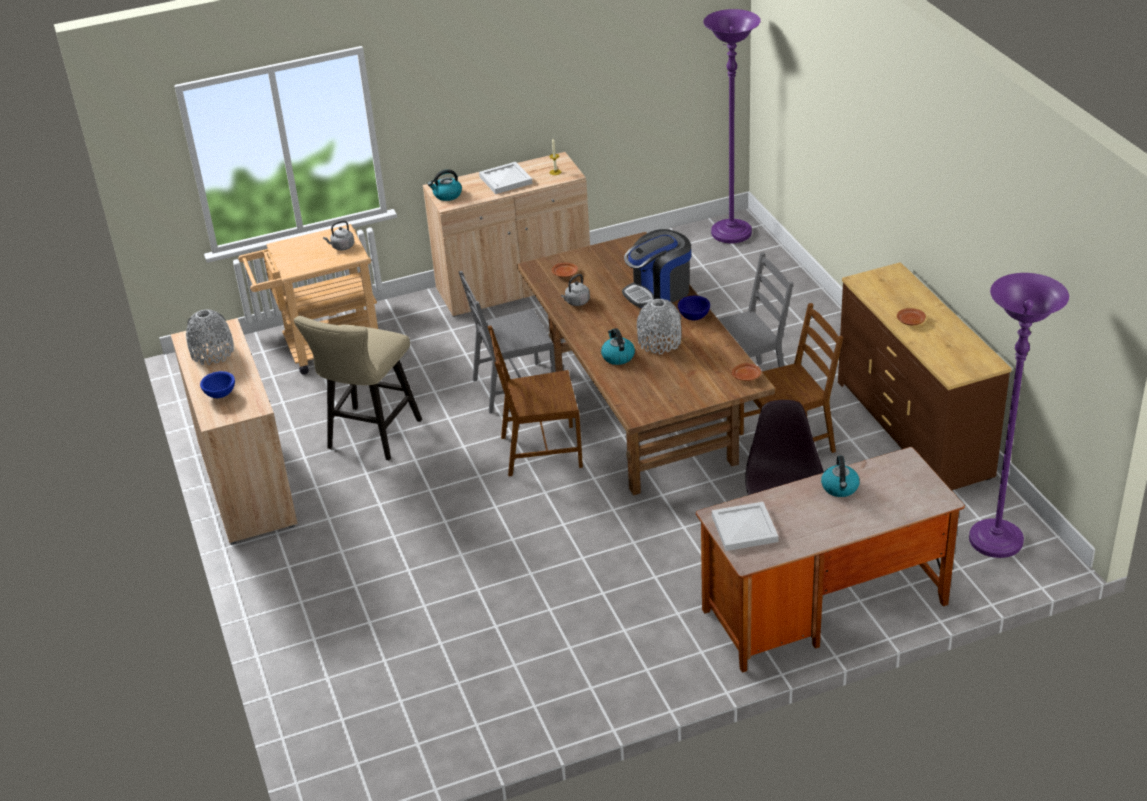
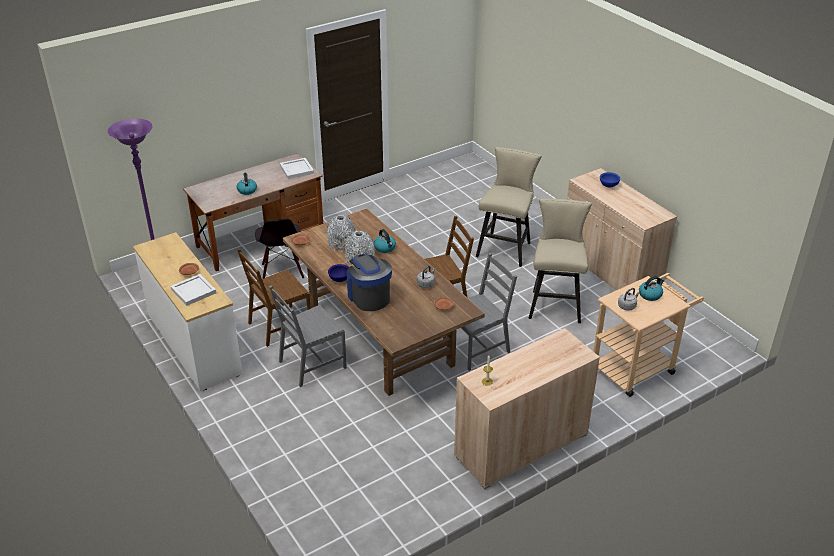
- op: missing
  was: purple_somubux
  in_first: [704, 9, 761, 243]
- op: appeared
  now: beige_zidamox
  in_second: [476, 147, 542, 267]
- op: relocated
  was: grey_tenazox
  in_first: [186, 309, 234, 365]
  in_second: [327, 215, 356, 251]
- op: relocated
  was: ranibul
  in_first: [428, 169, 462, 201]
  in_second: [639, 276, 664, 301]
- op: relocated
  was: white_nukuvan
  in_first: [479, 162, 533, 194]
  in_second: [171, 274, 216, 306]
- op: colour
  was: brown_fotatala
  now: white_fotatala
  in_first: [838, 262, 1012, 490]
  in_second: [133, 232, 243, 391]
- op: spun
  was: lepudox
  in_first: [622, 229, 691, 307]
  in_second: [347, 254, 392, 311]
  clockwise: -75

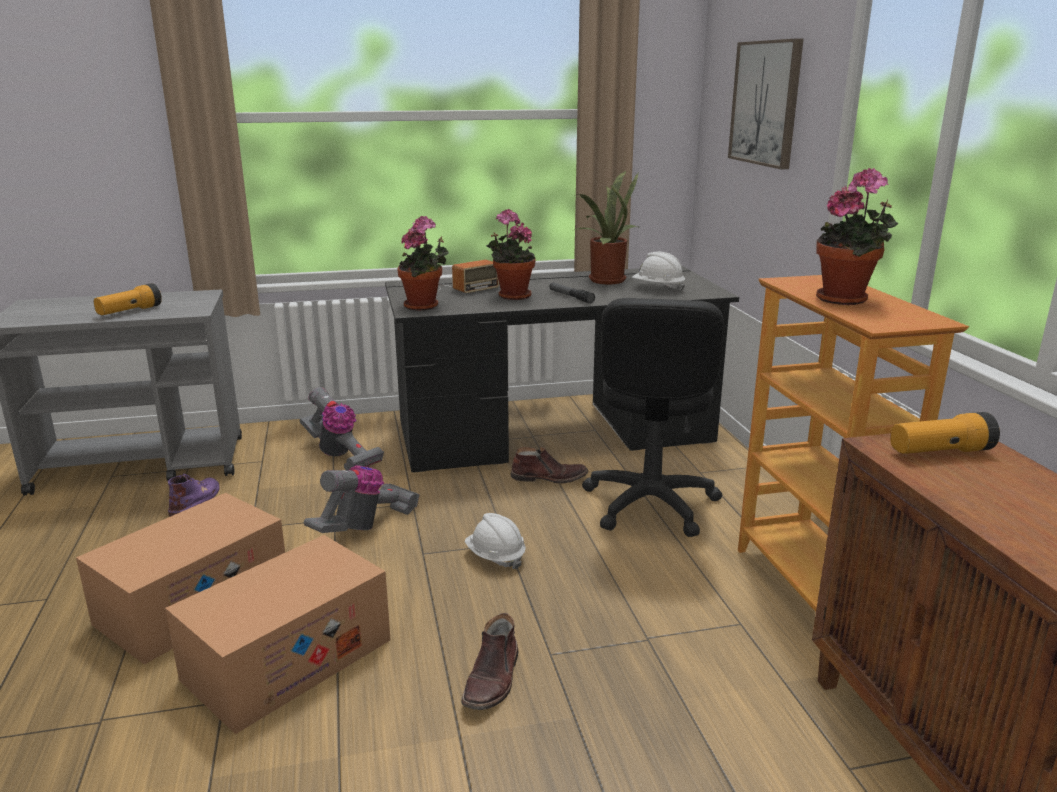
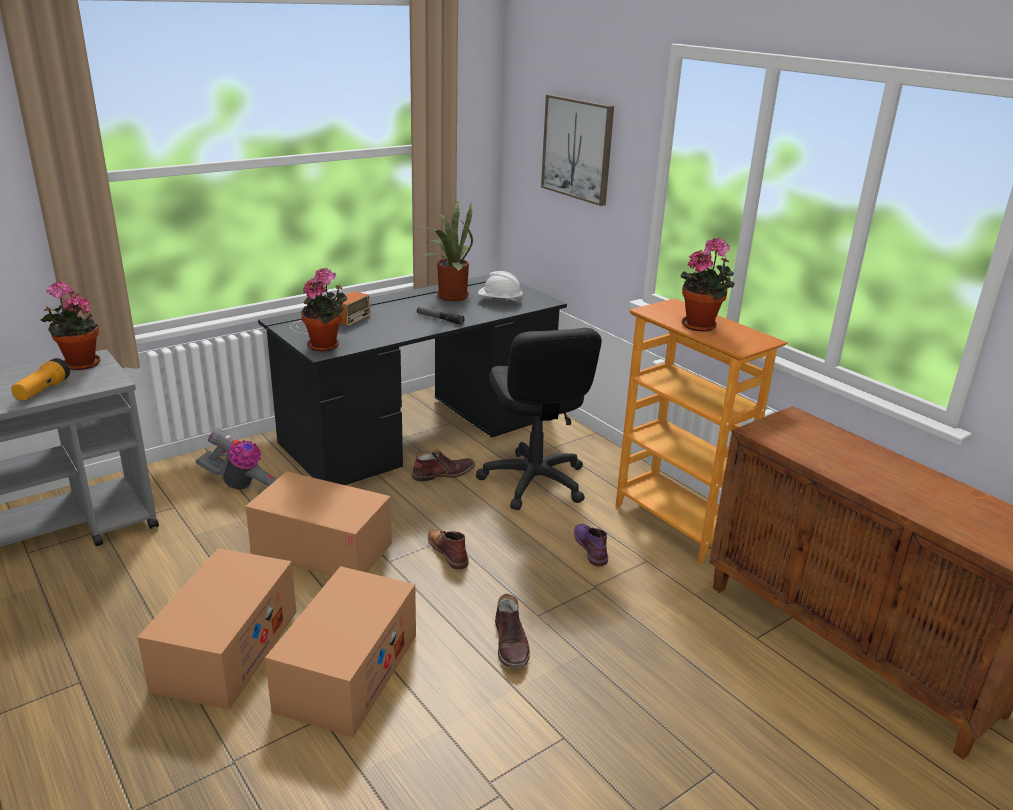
- op: missing
  was: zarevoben
  in_first: [890, 412, 1000, 454]
- op: relocated
  was: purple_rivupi
  in_first: [168, 474, 220, 517]
  in_second: [574, 524, 608, 566]
- op: relocated
  was: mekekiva
  in_first: [486, 209, 536, 300]
  in_second: [40, 281, 100, 370]
- op: exchanged
  was: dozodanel
  now: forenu
  in_first: [304, 466, 419, 533]
  in_second: [245, 471, 392, 577]
- op: exchanged
  was: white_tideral
  now: brown_rivupi
  in_first: [465, 513, 526, 569]
  in_second: [428, 529, 469, 570]

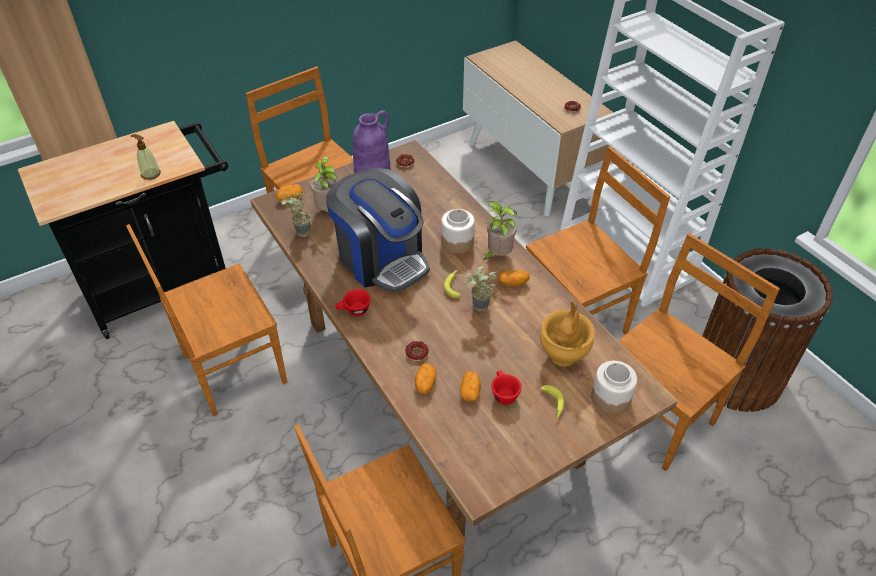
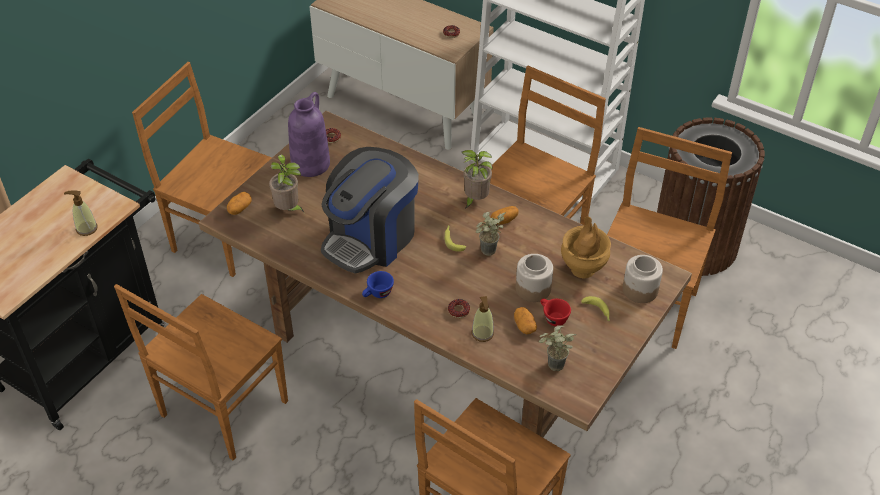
- op: relocated
  was: mekekiva
  in_first: [280, 194, 310, 237]
  in_second: [539, 325, 577, 371]
- op: relocated
  was: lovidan
  in_first: [441, 209, 475, 254]
  in_second: [516, 254, 553, 302]
- op: exchanged
  was: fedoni
  now: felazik
  in_first: [415, 363, 437, 394]
  in_second: [472, 296, 494, 342]
- op: colour
  was: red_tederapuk
  now: blue_tederapuk
  in_first: [336, 289, 370, 316]
  in_second: [362, 271, 394, 298]
- op: spun
  was: lepudox
  in_first: [326, 168, 430, 293]
  in_second: [321, 147, 419, 274]
  clockwise: 105

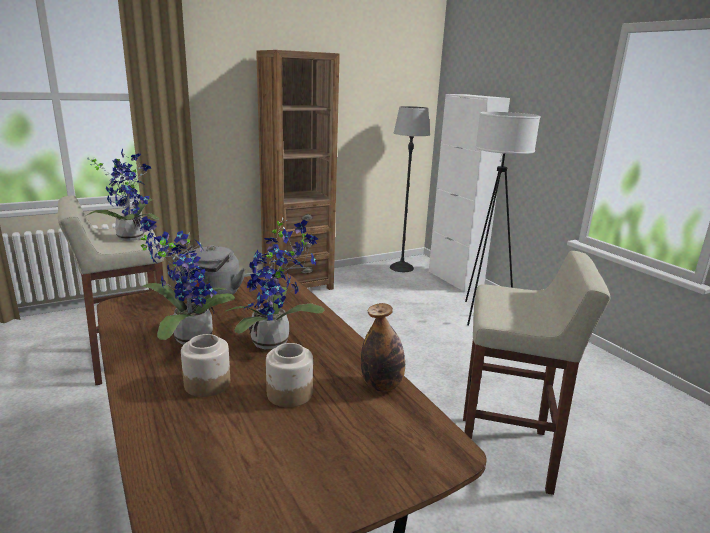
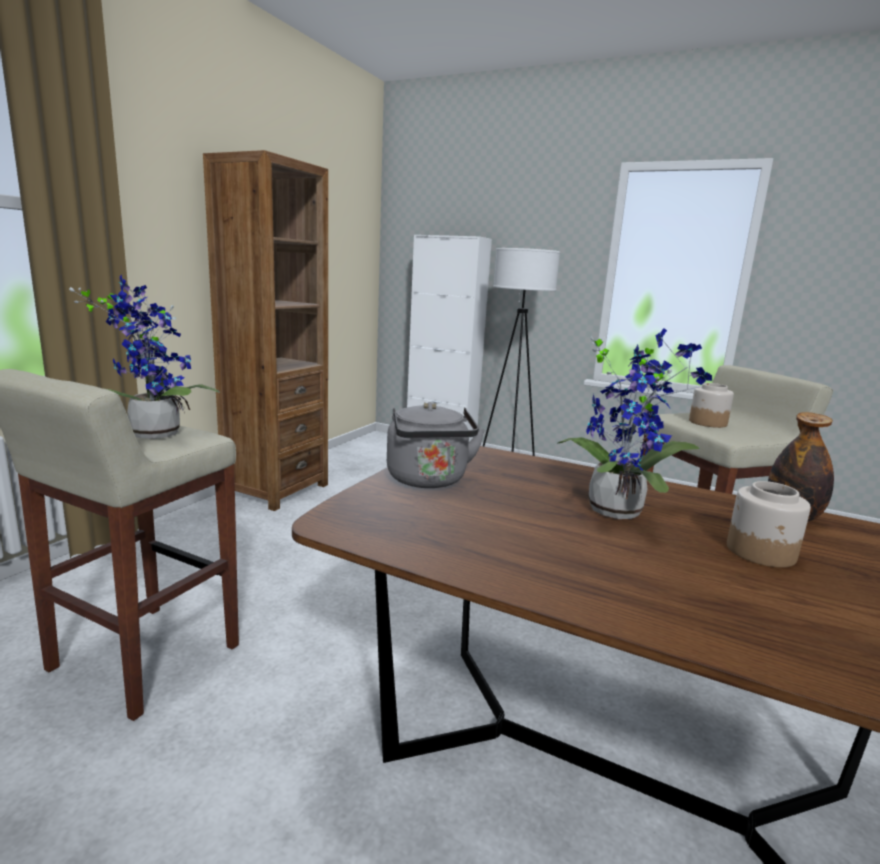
- op: missing
  was: mekekiva
  in_first: [140, 216, 235, 345]
- op: missing
  was: somubux
  in_first: [390, 106, 430, 272]
- op: relocated
  was: lovidan
  in_first: [181, 334, 230, 397]
  in_second: [689, 383, 734, 428]

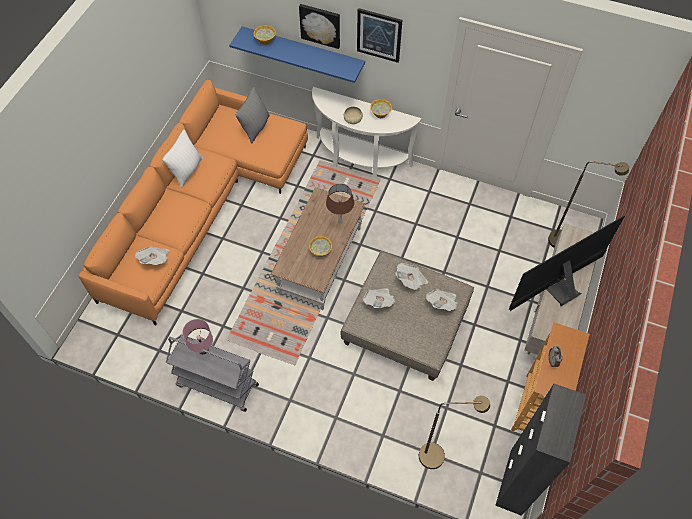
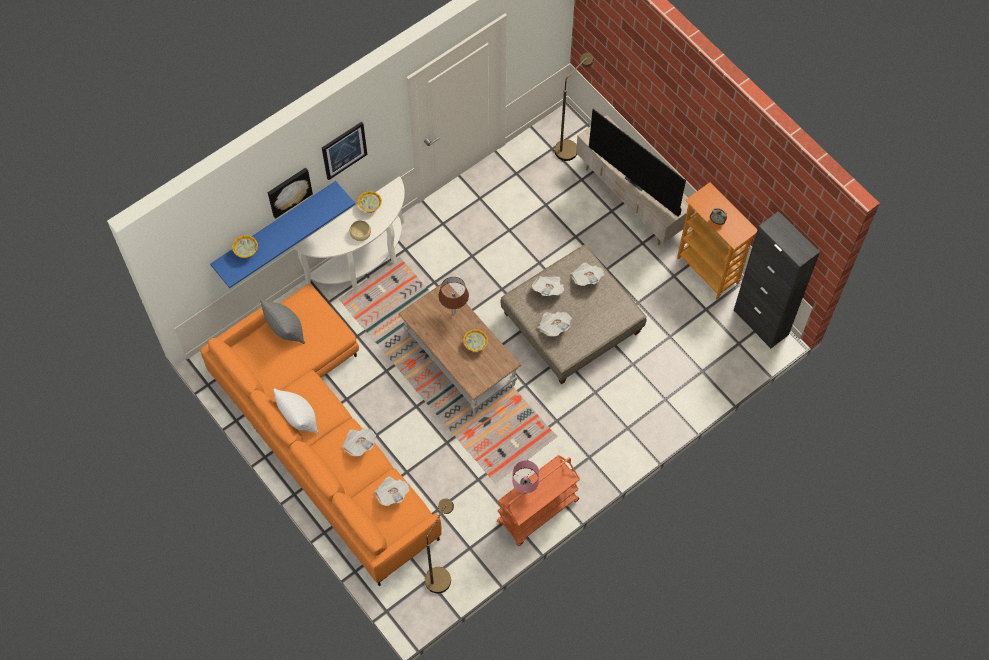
- op: appeared
  now: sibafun
  in_second: [342, 428, 376, 456]
- op: relocated
  was: brown_somubux
  in_first: [419, 395, 490, 469]
  in_second: [425, 499, 454, 593]
- op: colour
  was: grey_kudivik
  now: orange_kudivik
  in_first: [166, 335, 259, 412]
  in_second: [497, 455, 580, 546]
- op: spun
  was: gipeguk
  in_first: [509, 216, 625, 311]
  in_second: [589, 109, 686, 216]
  clockwise: -45

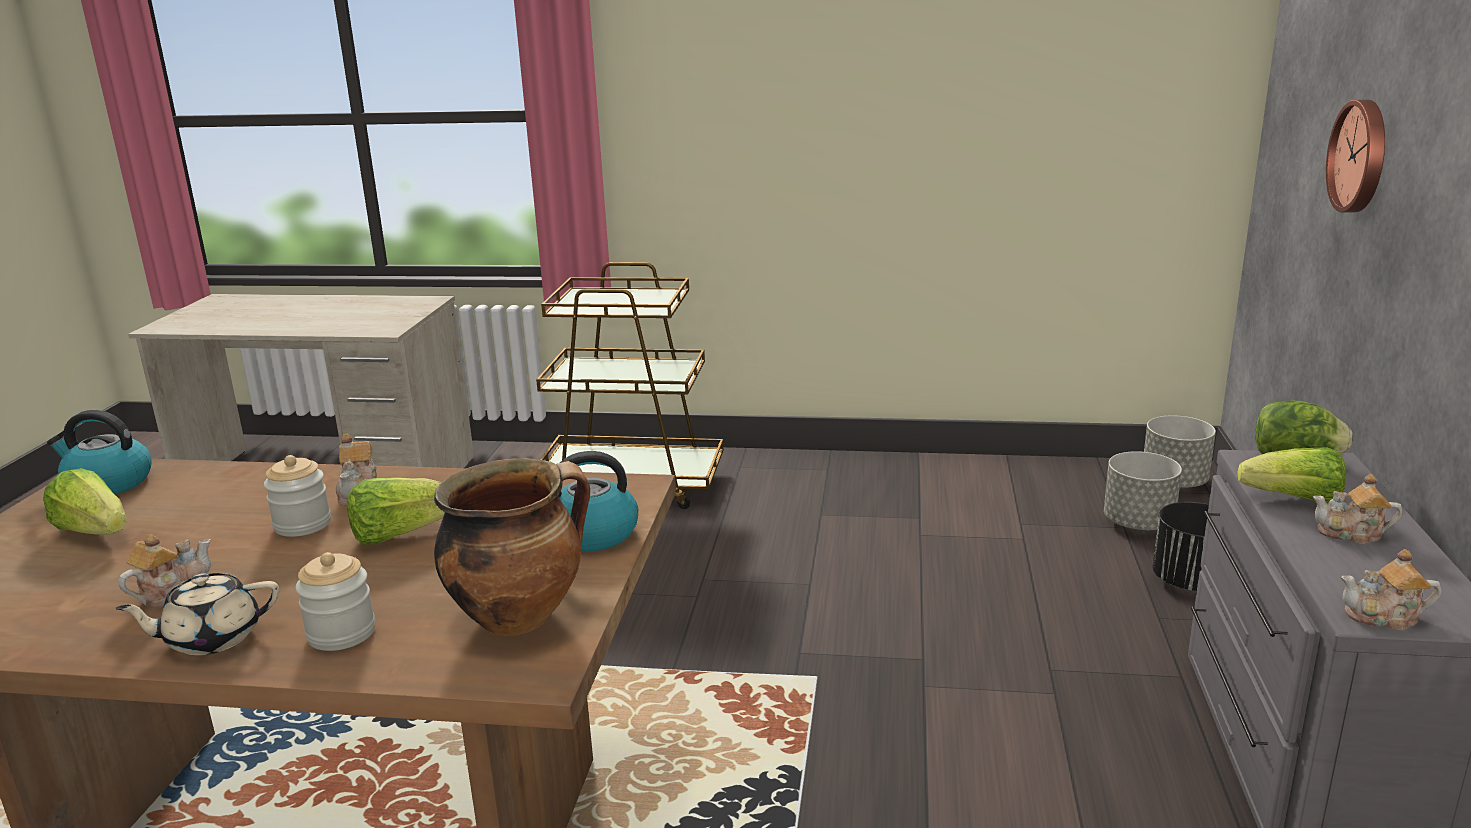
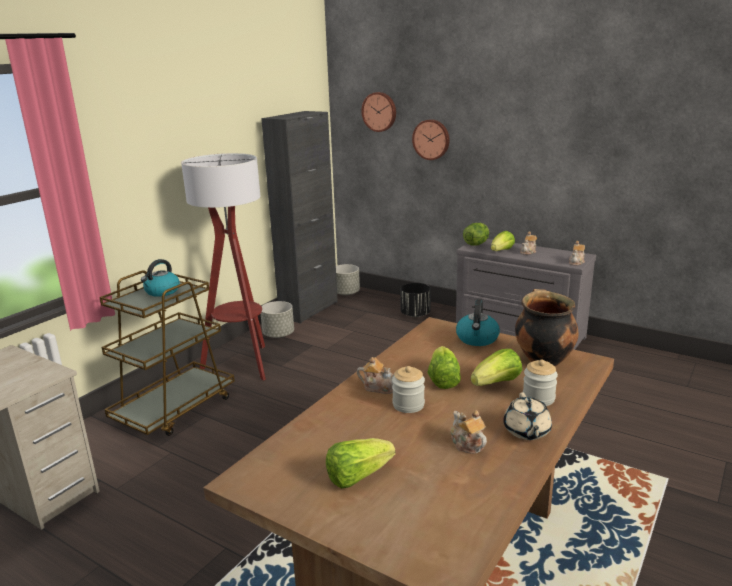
- op: appeared
  now: somubux
  in_second: [181, 153, 266, 381]
- op: appeared
  now: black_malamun
  in_second: [261, 111, 338, 323]
- op: appeared
  now: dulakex
  in_second: [361, 92, 396, 132]
- op: appeared
  now: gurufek
  in_second: [471, 349, 522, 386]
- op: relocated
  was: ranibul
  in_first: [47, 410, 152, 494]
  in_second: [141, 259, 180, 297]
- op: relocated
  was: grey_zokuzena
  in_first: [1104, 451, 1182, 531]
  in_second: [261, 301, 294, 338]

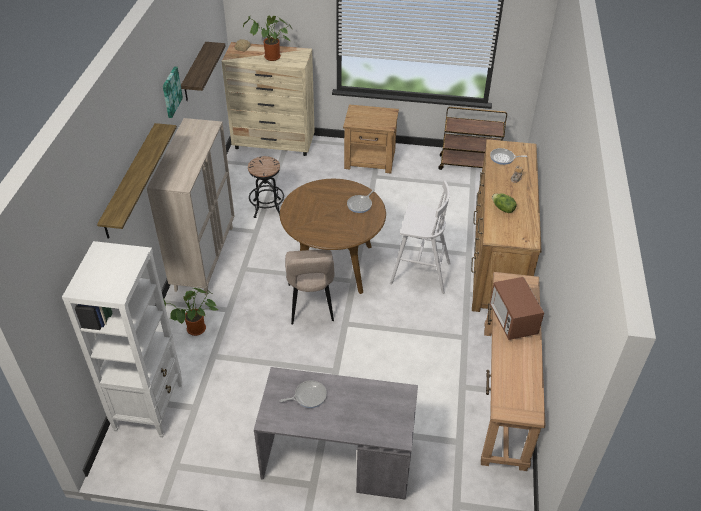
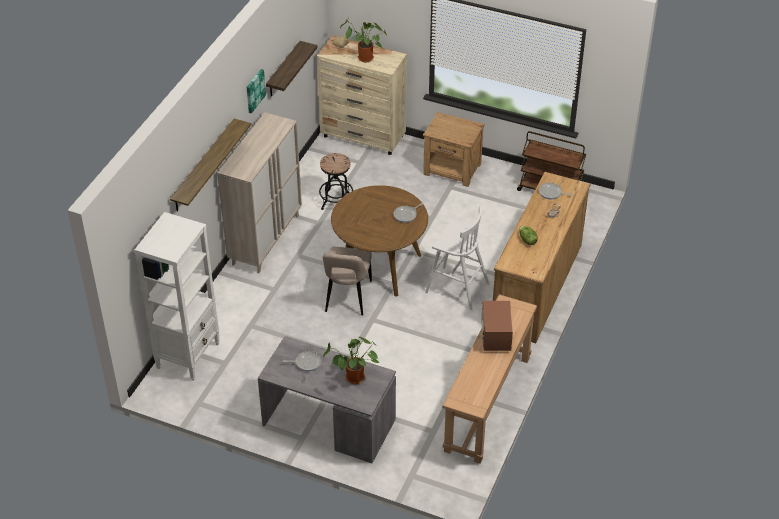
- op: relocated
  was: mekekiva
  in_first: [163, 288, 218, 336]
  in_second: [323, 337, 380, 384]

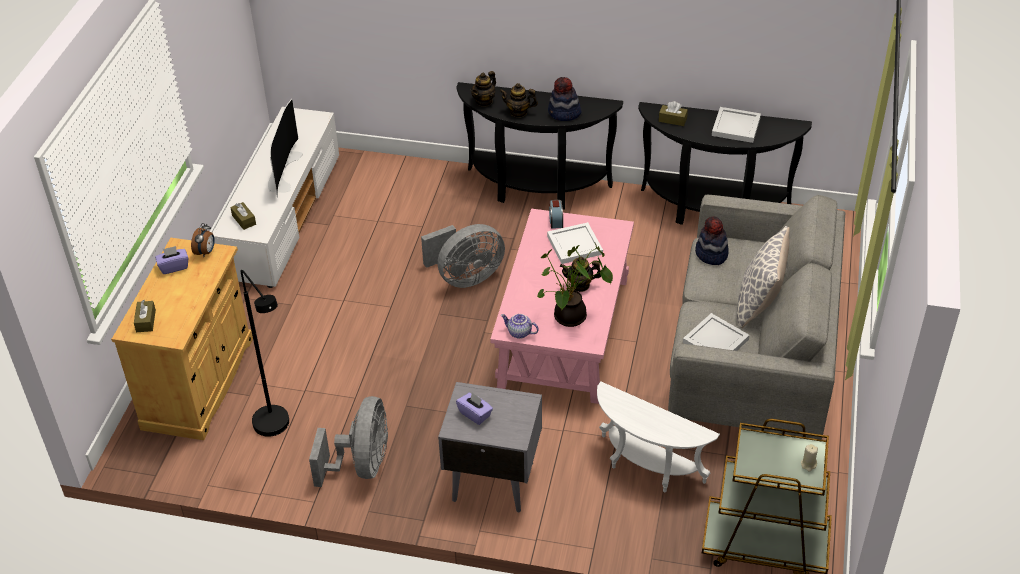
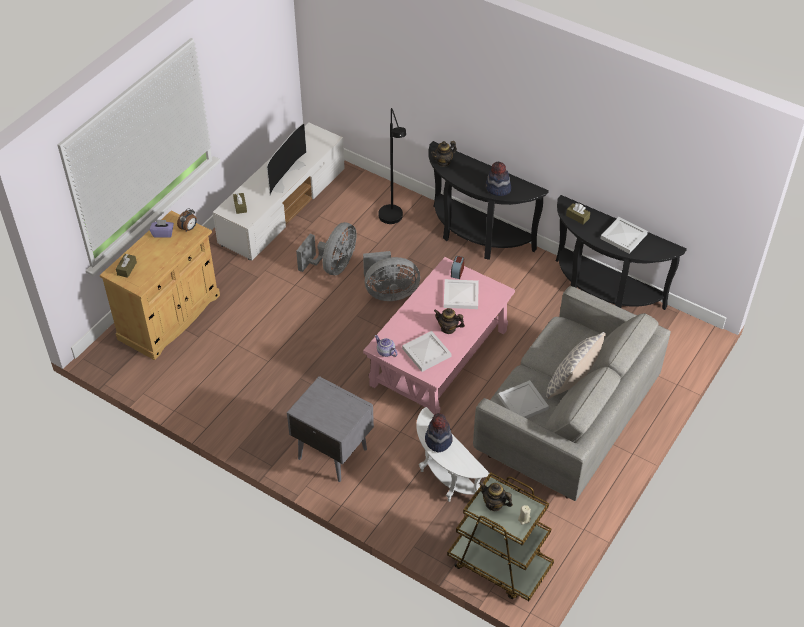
- op: missing
  was: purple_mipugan
  in_first: [456, 392, 493, 425]
- op: relocated
  was: black_somubux
  in_first: [241, 270, 289, 437]
  in_second: [378, 108, 406, 224]
- op: relocated
  was: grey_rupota
  in_first: [309, 396, 388, 487]
  in_second: [296, 222, 357, 275]
- op: relocated
  was: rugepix
  in_first: [500, 83, 538, 118]
  in_second: [479, 482, 513, 511]
- op: relocated
  was: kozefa
  in_first: [695, 217, 729, 265]
  in_second: [425, 413, 453, 452]
- op: exchanged
  was: mekekiva
  now: white_nukuvan
  in_first: [537, 243, 613, 327]
  in_second: [402, 331, 452, 372]

